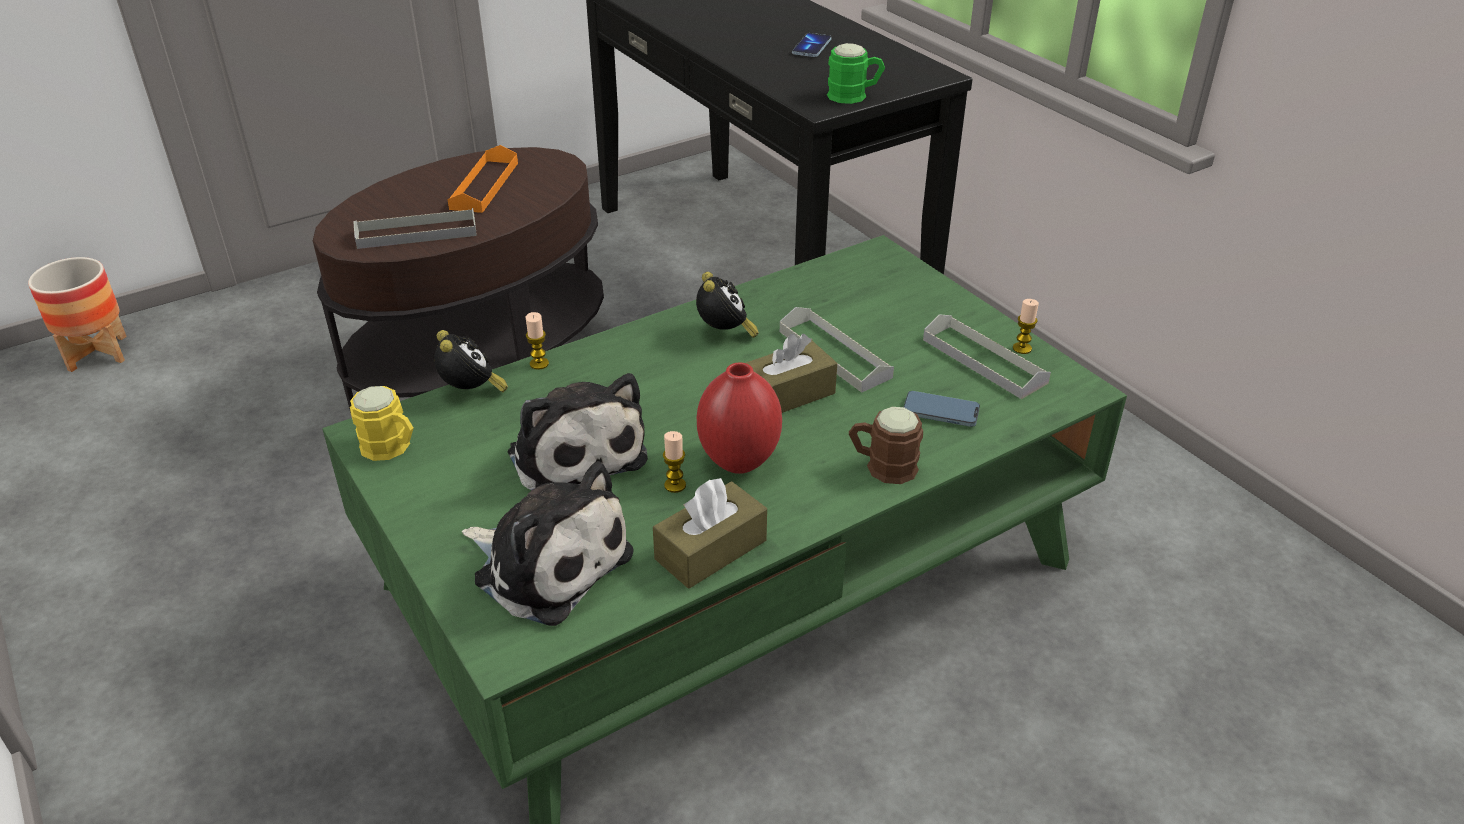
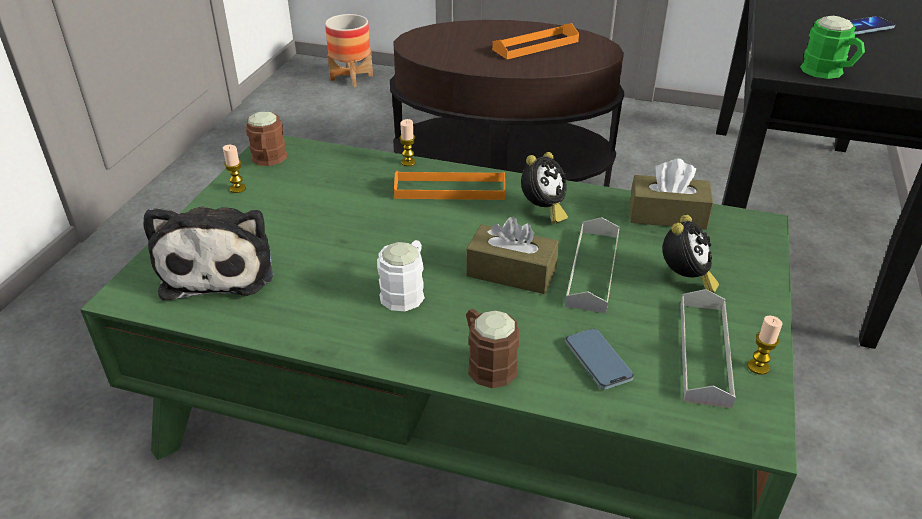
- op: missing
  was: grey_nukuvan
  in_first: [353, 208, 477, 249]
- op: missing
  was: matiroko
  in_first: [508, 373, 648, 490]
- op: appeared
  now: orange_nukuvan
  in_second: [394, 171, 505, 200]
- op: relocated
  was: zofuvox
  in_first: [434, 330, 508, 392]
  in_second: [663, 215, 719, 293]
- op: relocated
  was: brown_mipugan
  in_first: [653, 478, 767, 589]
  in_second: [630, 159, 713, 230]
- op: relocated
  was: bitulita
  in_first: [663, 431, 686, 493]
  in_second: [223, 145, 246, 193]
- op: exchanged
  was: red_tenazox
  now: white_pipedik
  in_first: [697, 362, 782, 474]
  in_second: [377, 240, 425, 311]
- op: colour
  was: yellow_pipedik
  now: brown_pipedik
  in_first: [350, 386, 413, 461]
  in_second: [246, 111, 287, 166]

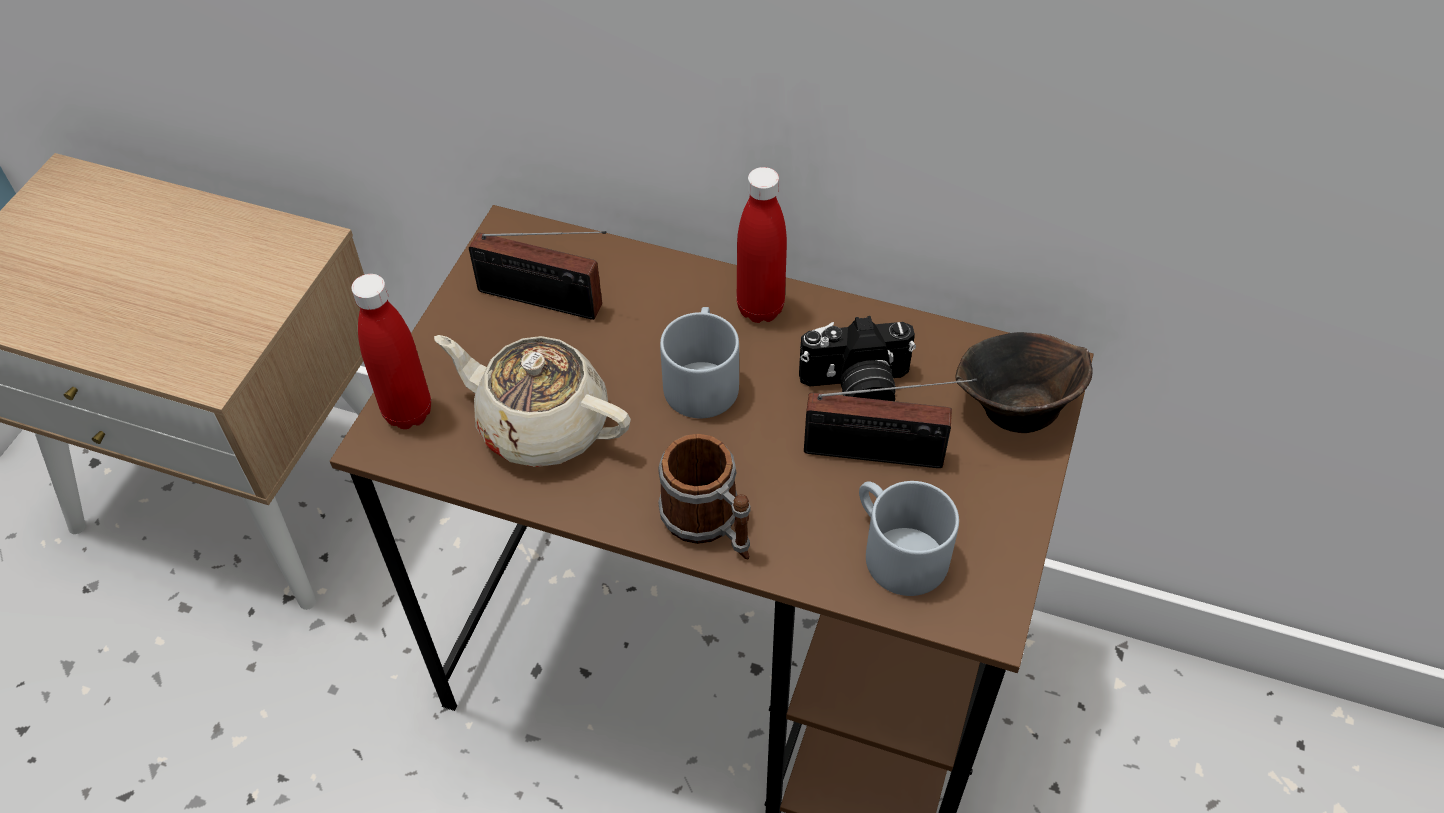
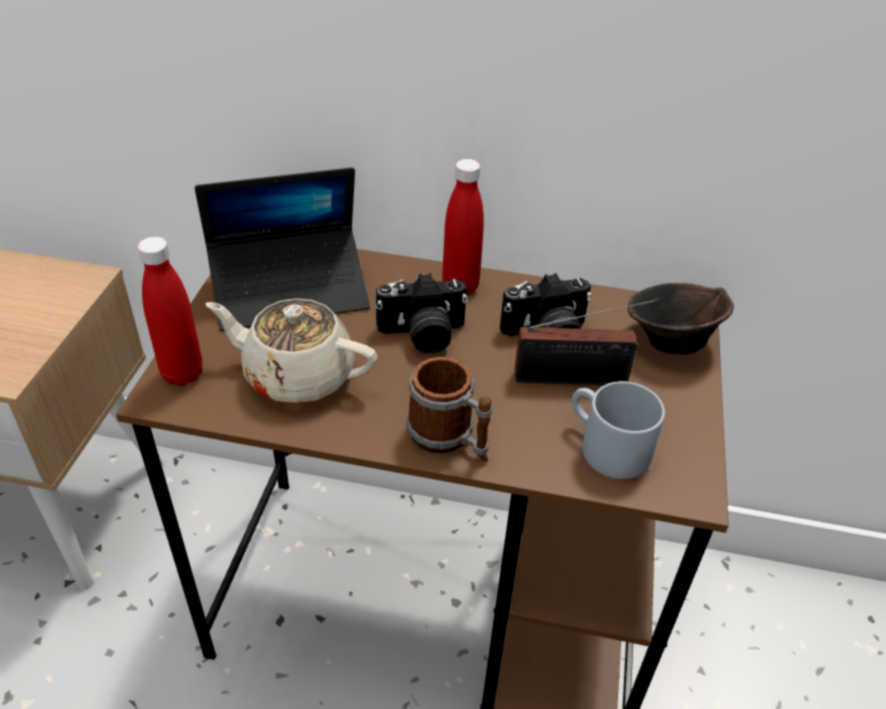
- op: exchanged
  was: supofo
  now: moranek
  in_first: [469, 231, 606, 320]
  in_second: [195, 167, 370, 331]
- op: exchanged
  was: grey_pipedik
  now: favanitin
  in_first: [660, 307, 739, 419]
  in_second: [376, 273, 468, 354]

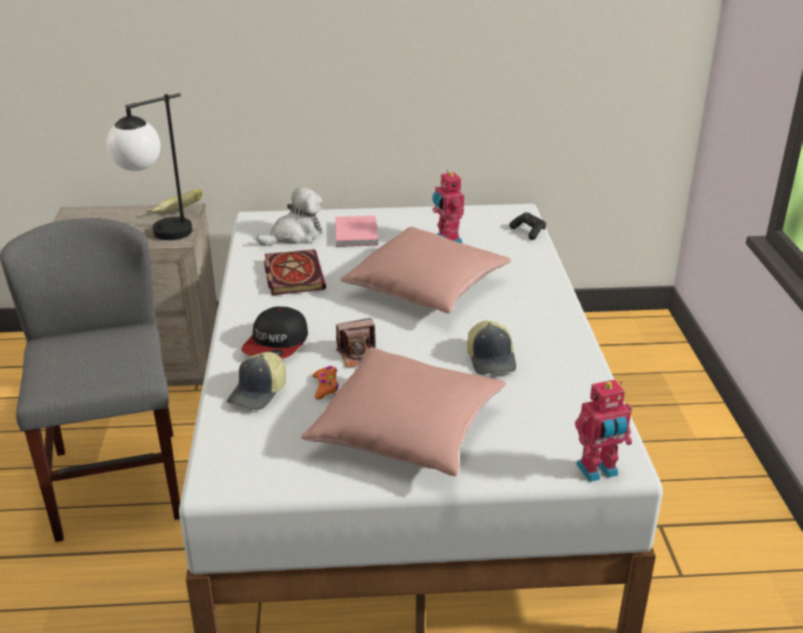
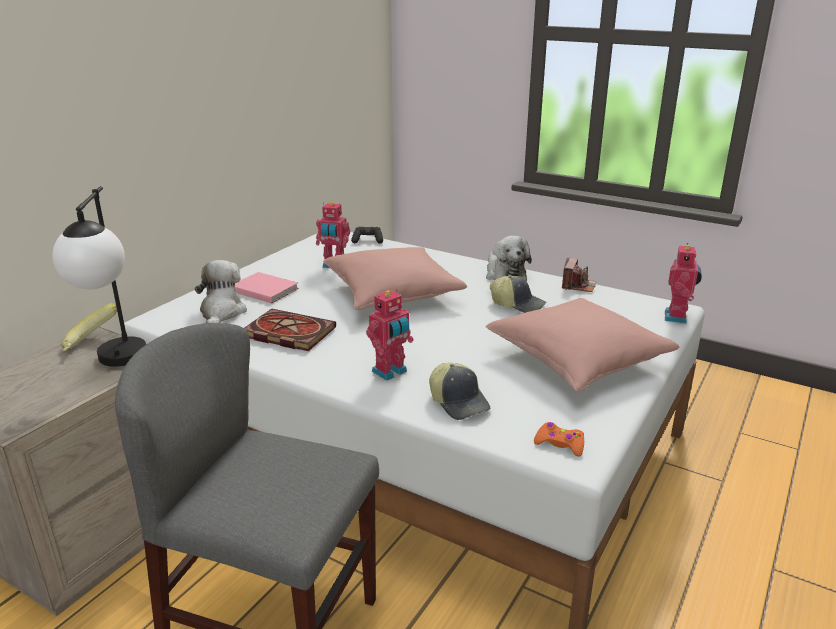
- op: appeared
  now: matiroko
  in_second: [486, 235, 532, 281]
- op: relocated
  was: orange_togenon
  in_first: [313, 366, 339, 400]
  in_second: [534, 422, 584, 457]
- op: relocated
  was: favanitin
  in_first: [336, 318, 376, 368]
  in_second: [562, 257, 596, 292]
- op: exchanged
  was: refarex
  now: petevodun
  in_first: [242, 306, 308, 359]
  in_second: [366, 289, 414, 381]

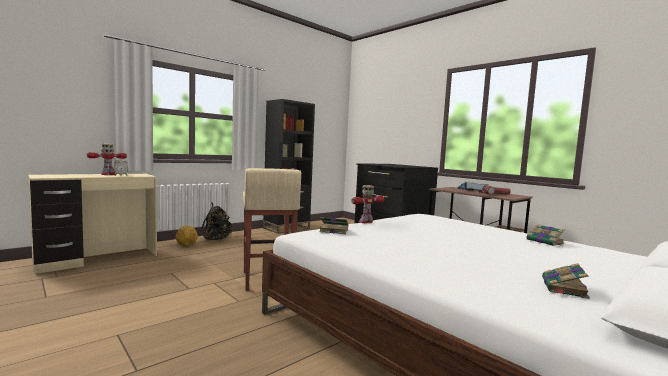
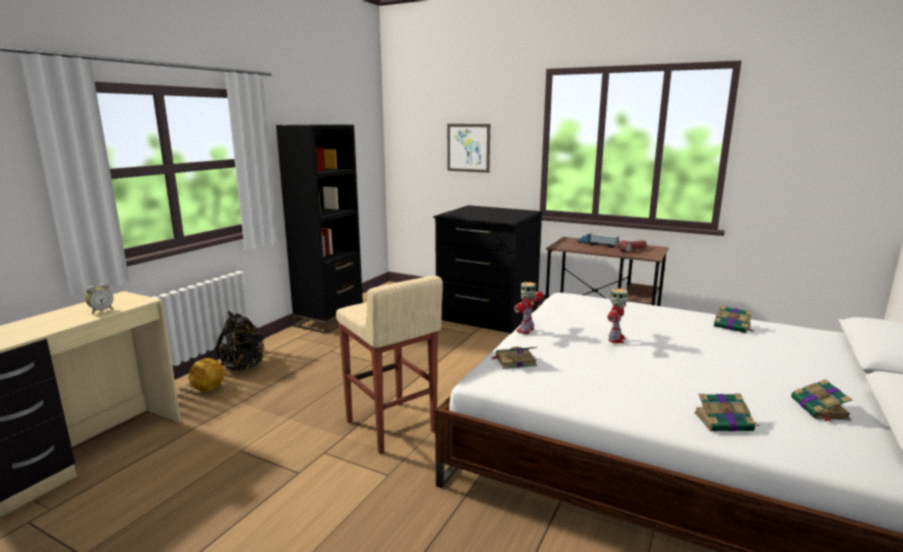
- op: appeared
  now: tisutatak
  in_second: [447, 124, 490, 173]
- op: appeared
  now: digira
  in_second: [694, 394, 759, 431]
- op: relocated
  was: petevodun
  in_first: [87, 144, 127, 175]
  in_second: [608, 288, 628, 343]

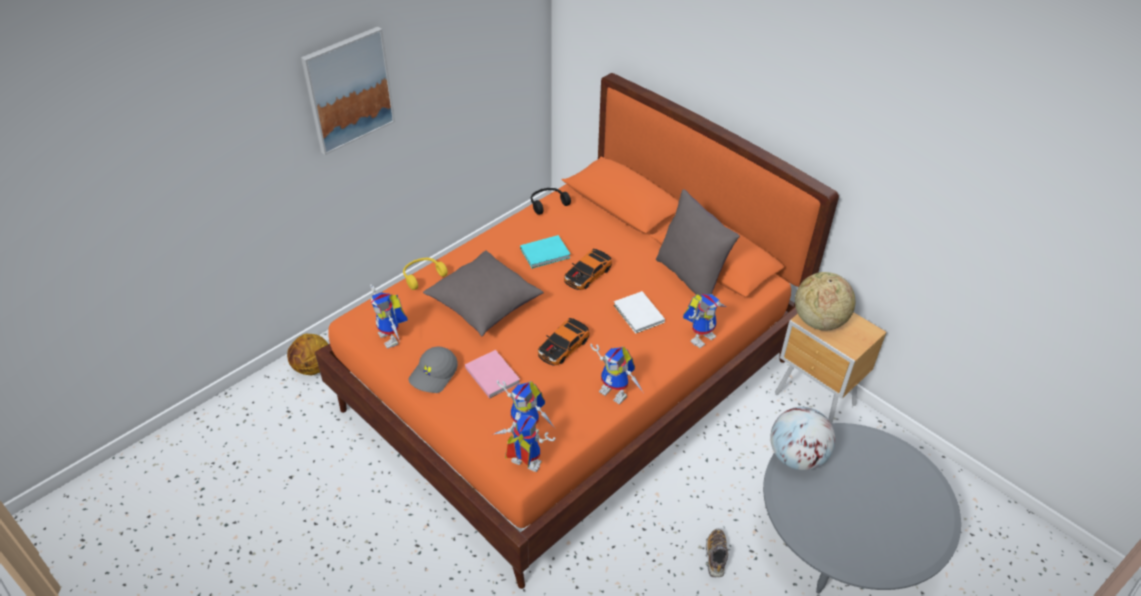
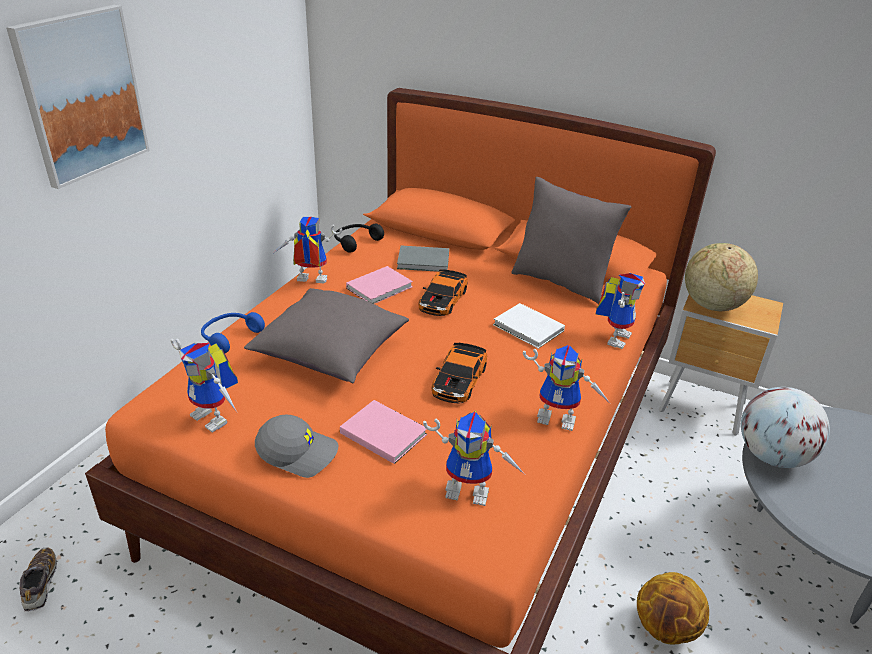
- op: appeared
  now: grey_digira
  in_second: [397, 246, 449, 272]
- op: relocated
  was: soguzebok
  in_first: [287, 334, 328, 375]
  in_second: [637, 572, 709, 644]
- op: relocated
  was: petevodun
  in_first: [494, 415, 555, 472]
  in_second: [275, 217, 342, 283]
- op: relocated
  was: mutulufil
  in_first: [706, 529, 728, 577]
  in_second: [20, 547, 57, 612]
- op: colour
  was: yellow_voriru
  now: blue_voriru
  in_first: [403, 258, 448, 290]
  in_second: [201, 312, 265, 353]
- op: colour
  was: turquoise_digira
  now: pink_digira
  in_first: [520, 235, 571, 269]
  in_second: [346, 266, 413, 304]
- op: spun
  was: grey_refarex
  in_first: [409, 346, 458, 393]
  in_second: [255, 415, 339, 478]
  clockwise: -90

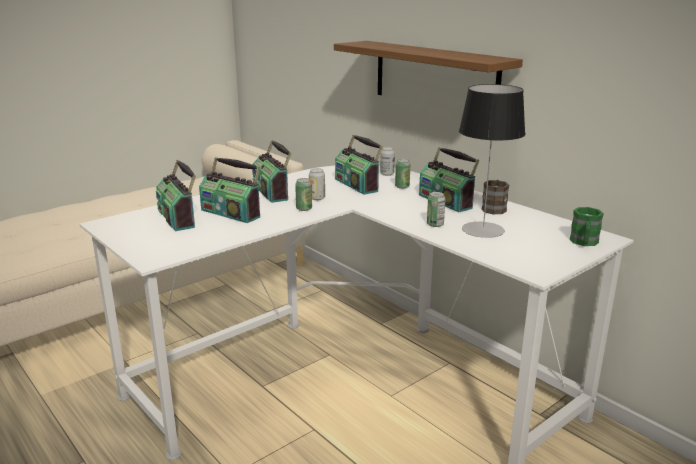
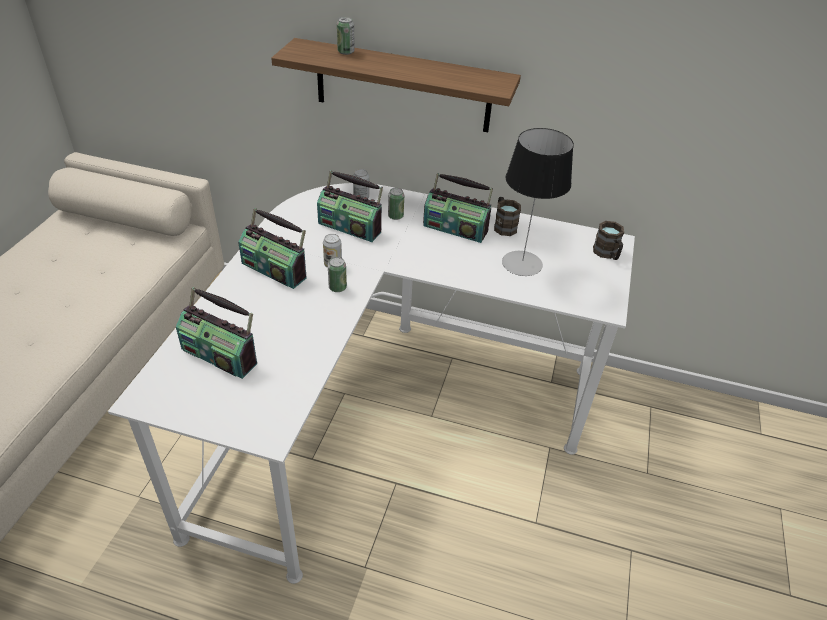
- op: missing
  was: supofo
  in_first: [199, 157, 260, 223]
- op: relocated
  was: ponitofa
  in_first: [427, 192, 445, 227]
  in_second: [337, 17, 355, 55]
- op: colour
  was: green_pipedik
  now: brown_pipedik
  in_first: [570, 207, 604, 246]
  in_second: [593, 221, 624, 260]

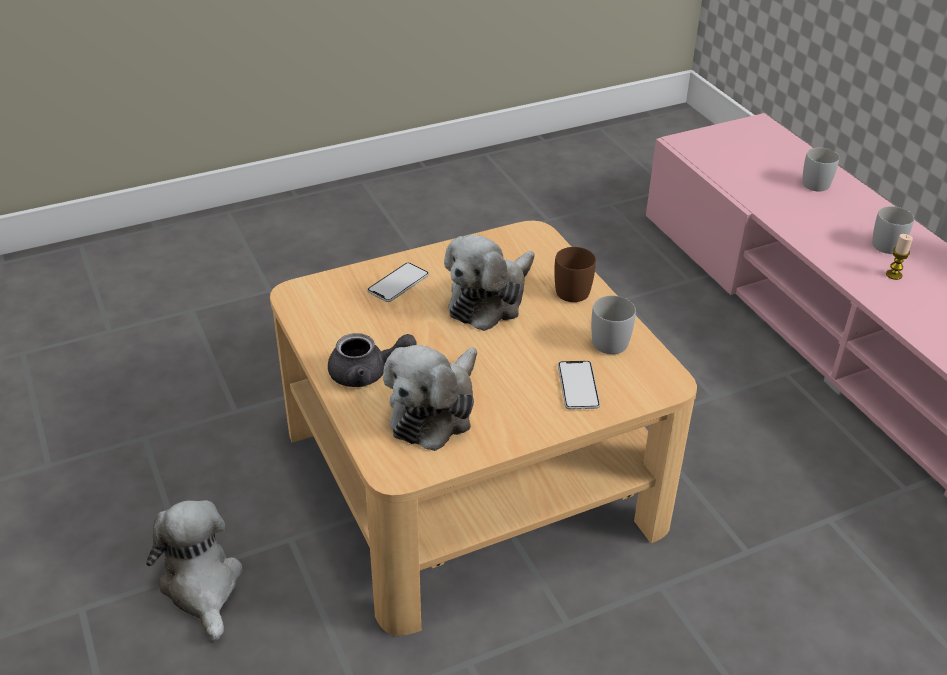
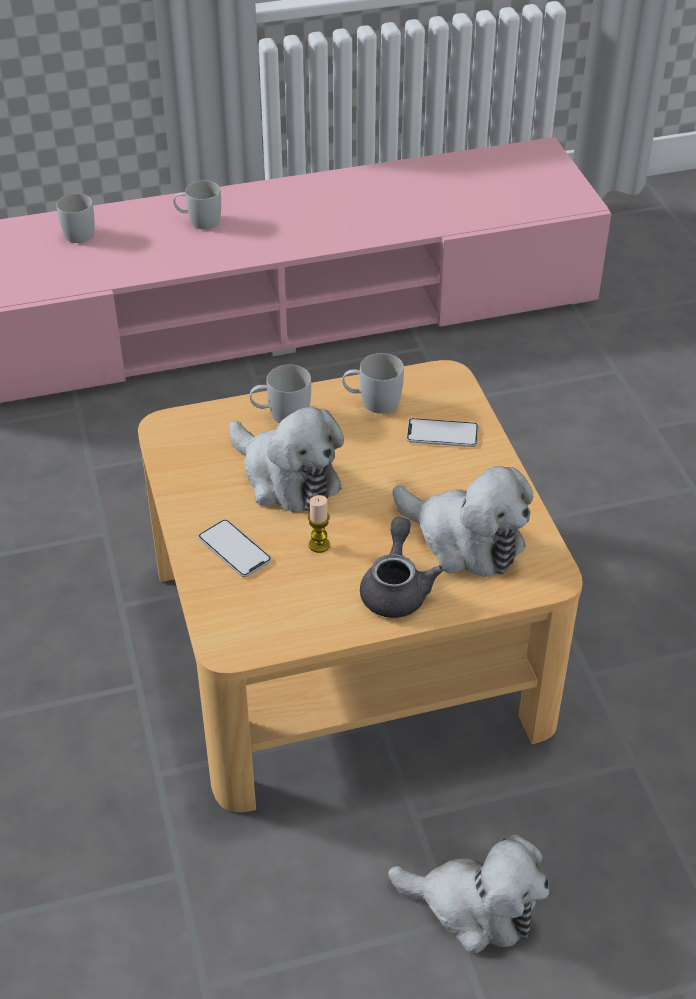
- op: relocated
  was: bitulita
  in_first: [886, 234, 913, 280]
  in_second: [308, 495, 330, 553]
- op: colour
  was: brown_pipedik
  now: white_pipedik
  in_first: [554, 247, 596, 302]
  in_second: [249, 364, 311, 423]
- op: spun
  was: matiroko
  in_first: [146, 500, 243, 641]
  in_second: [388, 835, 549, 954]
  clockwise: -150

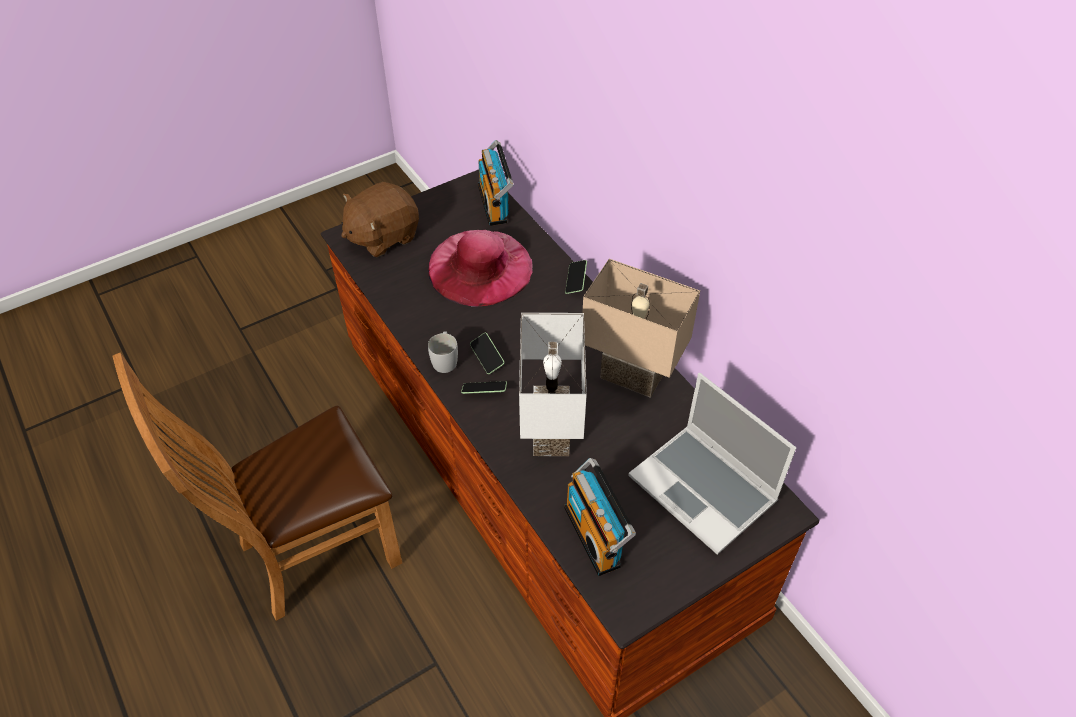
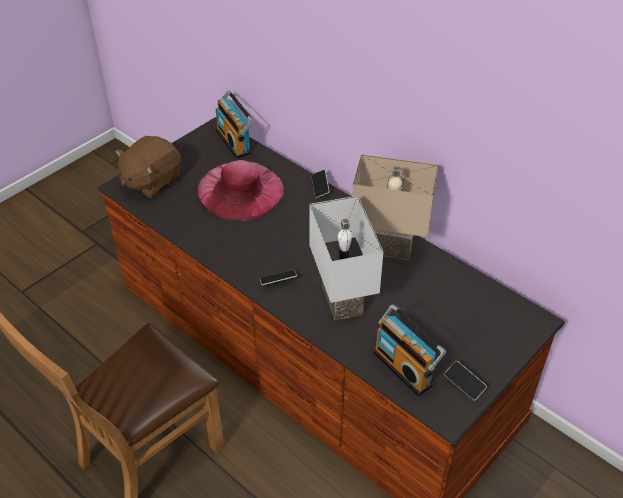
- op: missing
  was: white_pipedik
  in_first: [428, 331, 458, 373]
- op: missing
  was: moranek
  in_first: [628, 373, 797, 555]
- op: relocated
  was: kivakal
  in_first: [470, 333, 505, 374]
  in_second: [444, 361, 487, 400]

